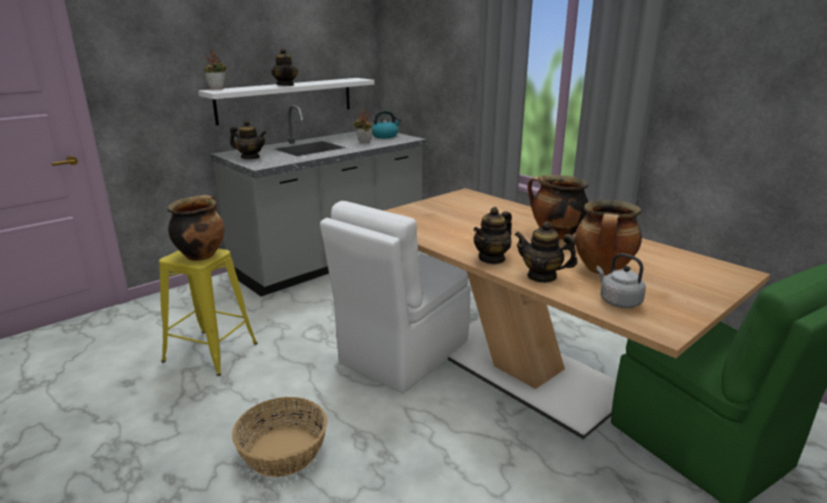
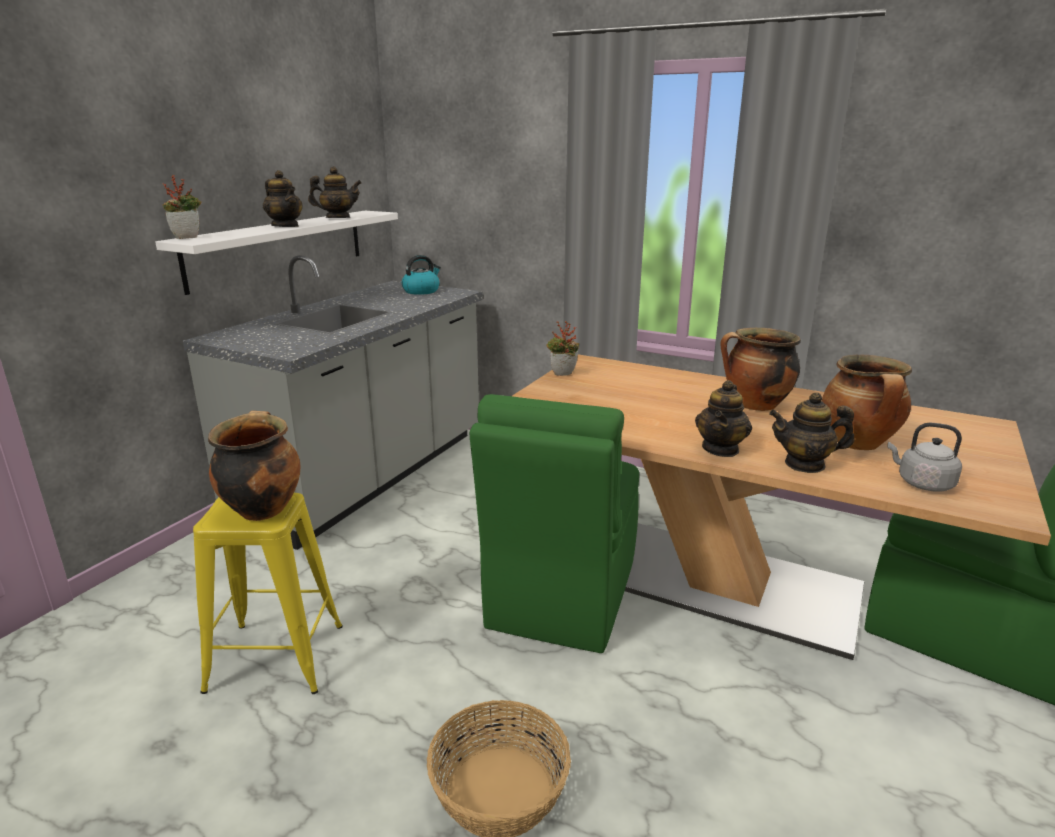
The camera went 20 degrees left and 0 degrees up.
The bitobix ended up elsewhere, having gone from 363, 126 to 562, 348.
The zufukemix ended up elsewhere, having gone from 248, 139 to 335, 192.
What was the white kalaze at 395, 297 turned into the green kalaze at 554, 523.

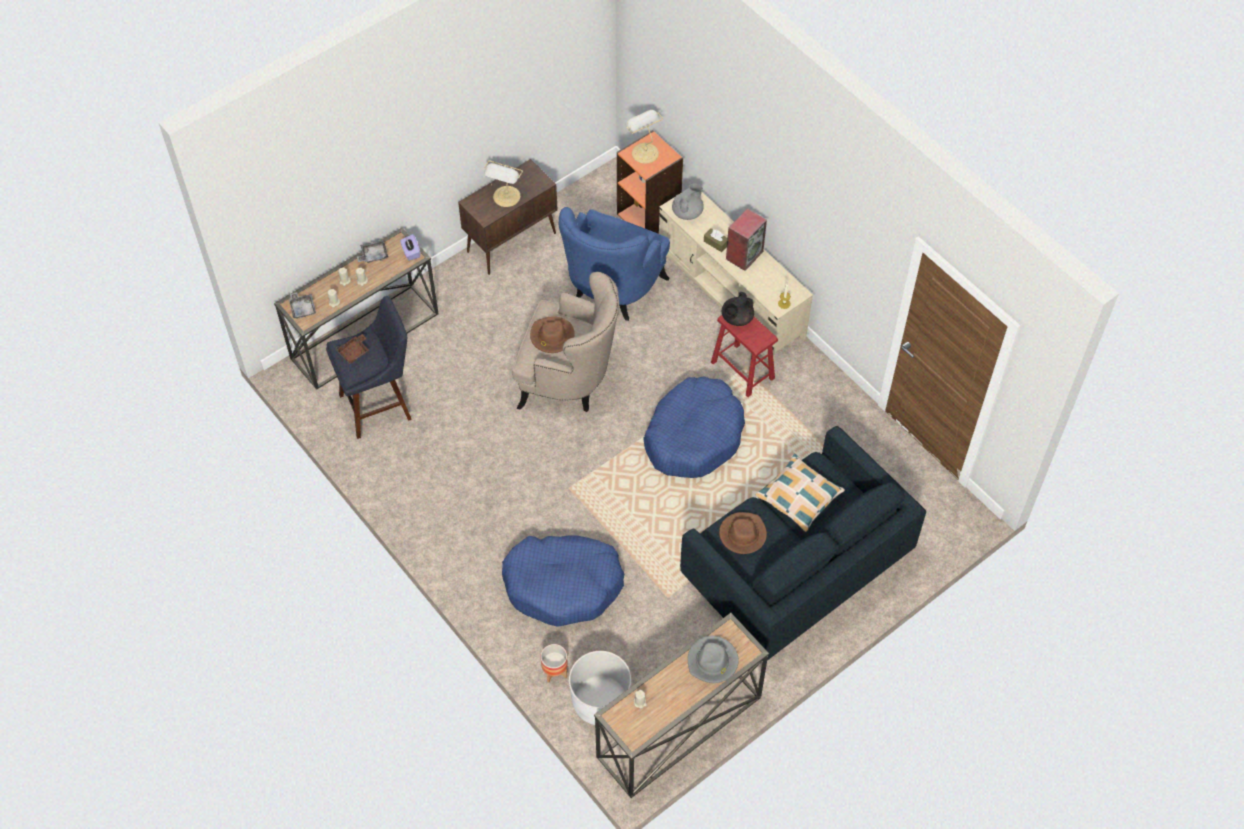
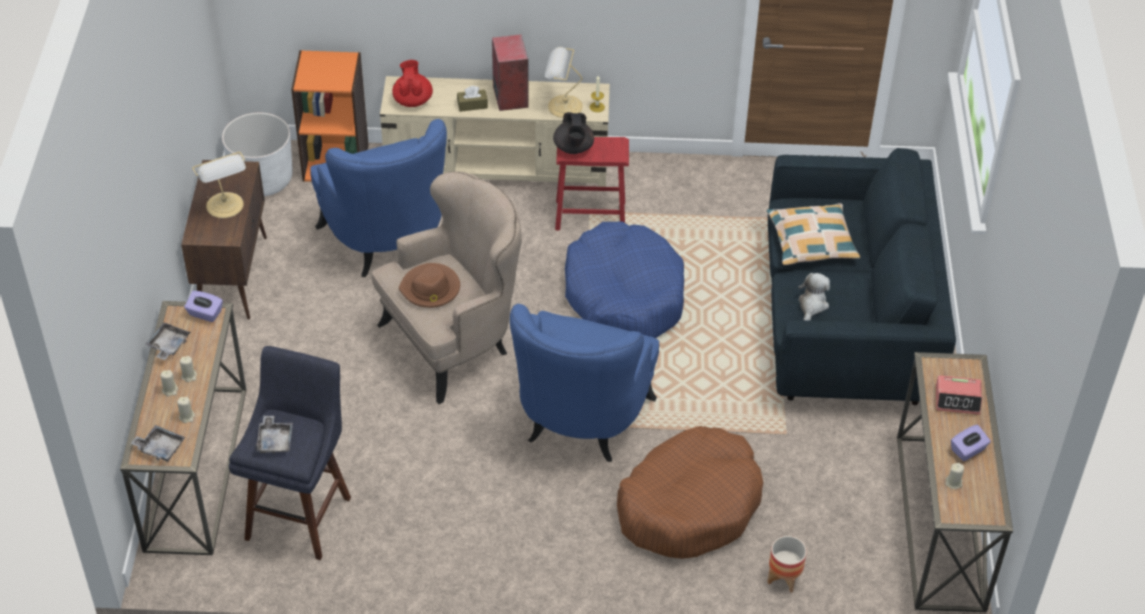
The camera went 50 degrees left and 10 degrees down.
The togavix ended up elsewhere, having gone from 644, 137 to 564, 82.
What was the grey zufukemix at 688, 202 turned into the red zufukemix at 412, 83.
What was the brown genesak at 352, 349 turned into the grey genesak at 274, 435.
Where the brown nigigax stood at 743, 533, the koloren came to stand at 814, 297.
What was the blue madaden at 563, 581 turned into the brown madaden at 690, 492.
Where the grey nigigax stood at 713, 659, the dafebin came to stand at 959, 395.
The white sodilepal ended up elsewhere, having gone from 600, 688 to 257, 154.
The second view gained the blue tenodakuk at 584, 383.
The second view gained the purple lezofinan at 971, 443.

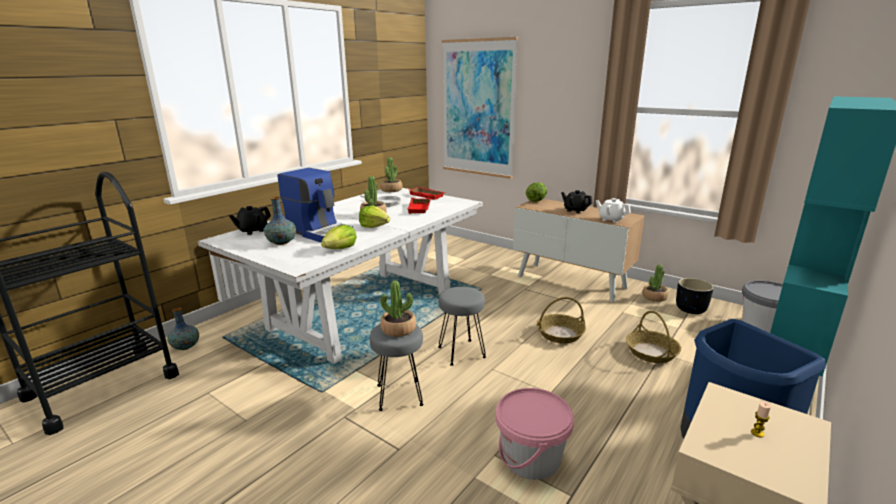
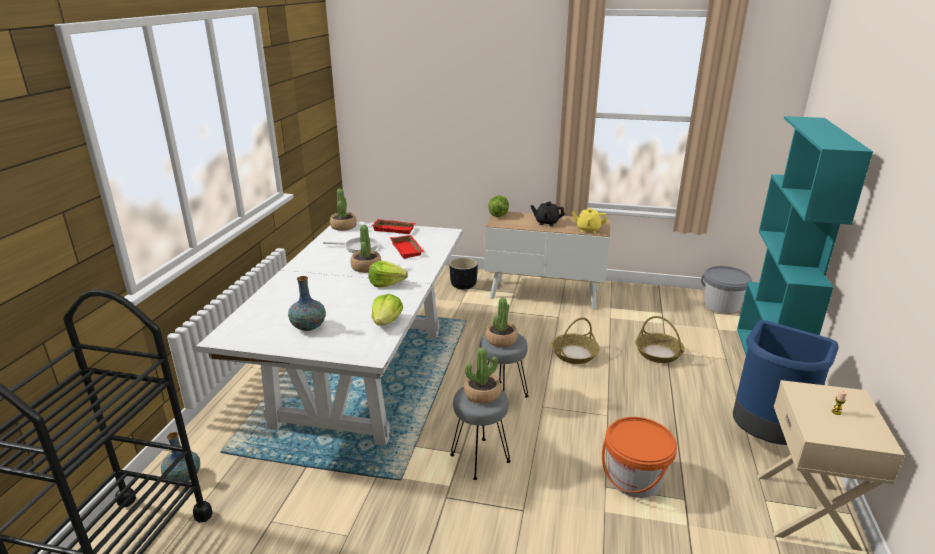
The camera went 25 degrees left and 5 degrees up.
The second view lost the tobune at 480, 108.
The second view lost the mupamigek at 315, 205.
What was the white zufukemix at 613, 210 turned into the yellow zufukemix at 589, 220.
The second view lost the black zufukemix at 250, 220.
The bitobix ended up elsewhere, having gone from 655, 283 to 502, 322.
The black sodilepal ended up elsewhere, having gone from 695, 296 to 463, 273.
What was the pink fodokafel at 535, 434 turned into the orange fodokafel at 639, 457.

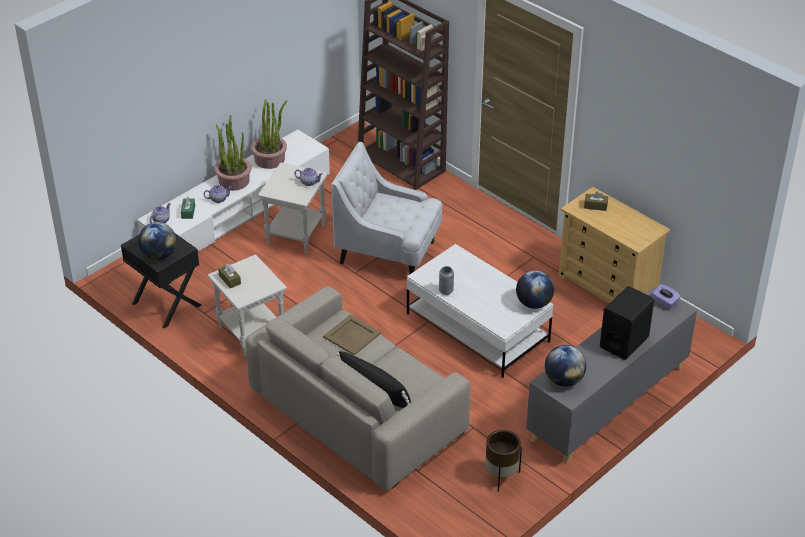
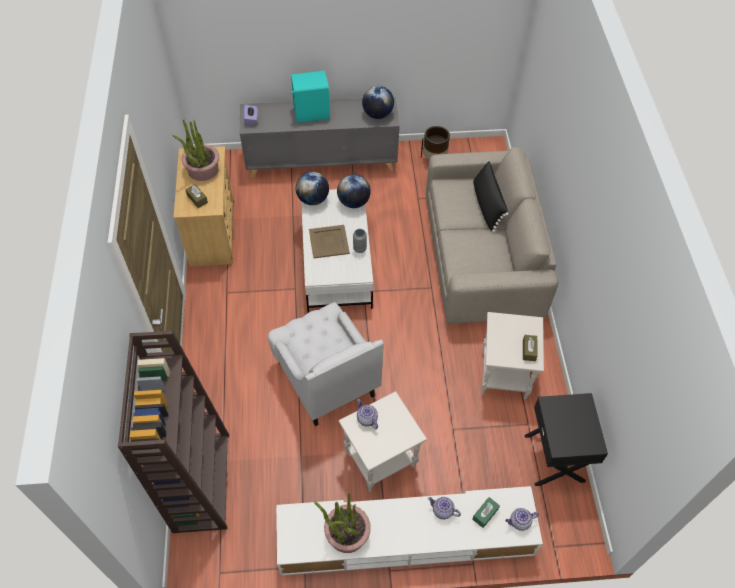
The camera went 140 degrees left and 15 degrees up.
The bitobix ended up elsewhere, having gone from 233, 153 to 196, 150.
The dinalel ended up elsewhere, having gone from 157, 241 to 354, 191.
What was the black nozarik at 627, 323 turned into the turquoise nozarik at 310, 96.
The beige genesak ended up elsewhere, having gone from 352, 335 to 329, 242.

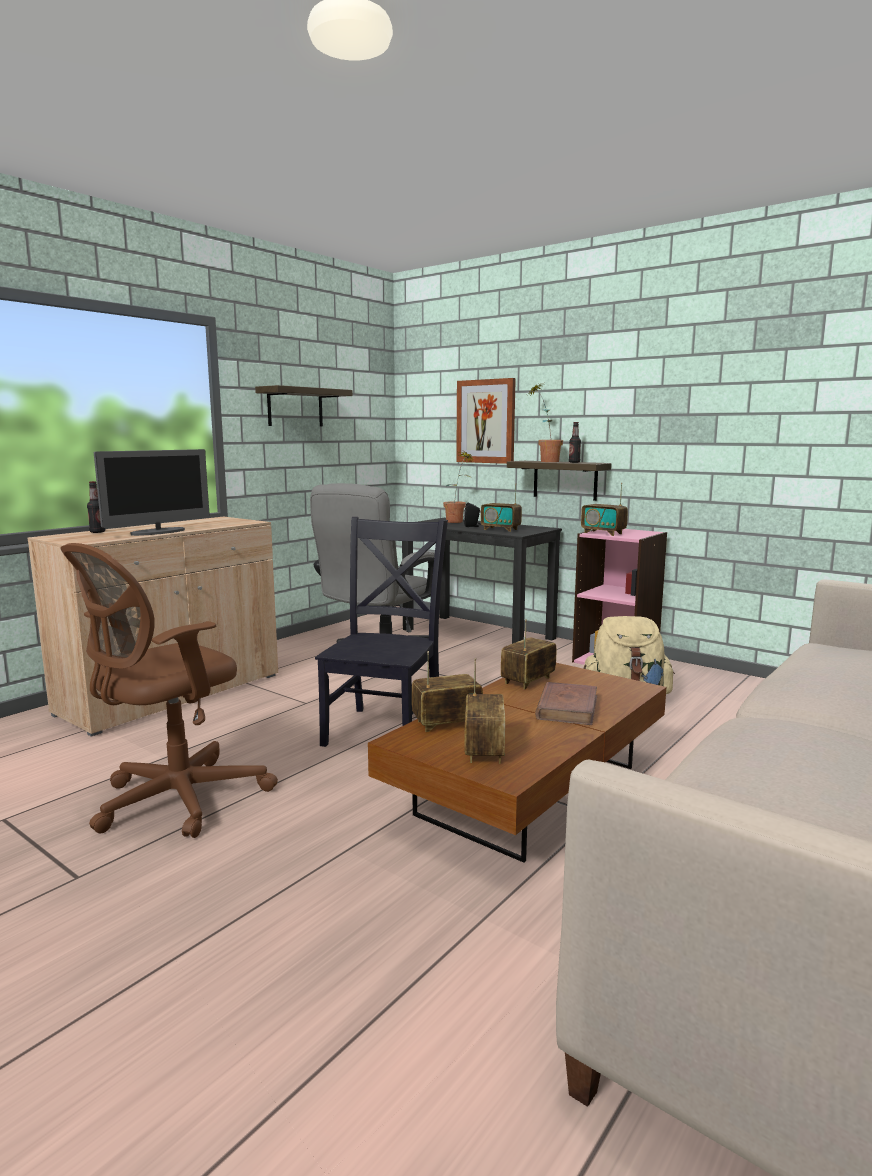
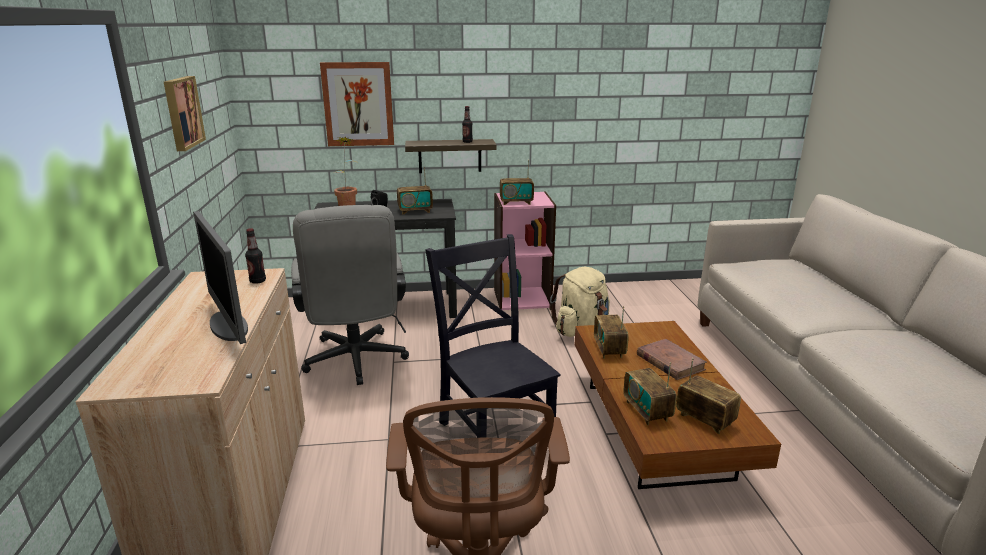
The camera went 45 degrees left and 10 degrees up.
The second view lost the bitobix at 545, 423.
Where the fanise hung at 304, 405, the tobune came to hang at 185, 113.
The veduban at 152, 492 ended up facing another way, 150 degrees clockwise from before.
The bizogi ended up elsewhere, having gone from 96, 507 to 255, 256.
The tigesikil at 447, 691 ended up facing another way, 45 degrees counterclockwise from before.

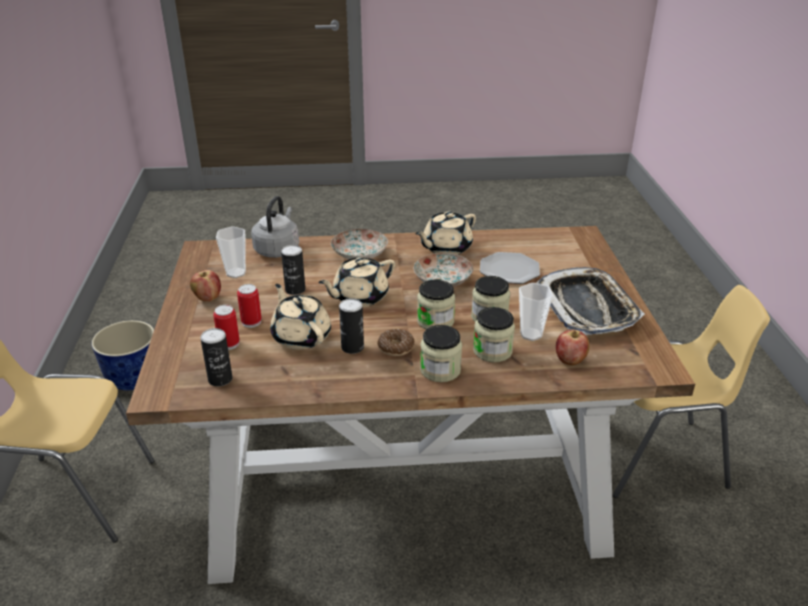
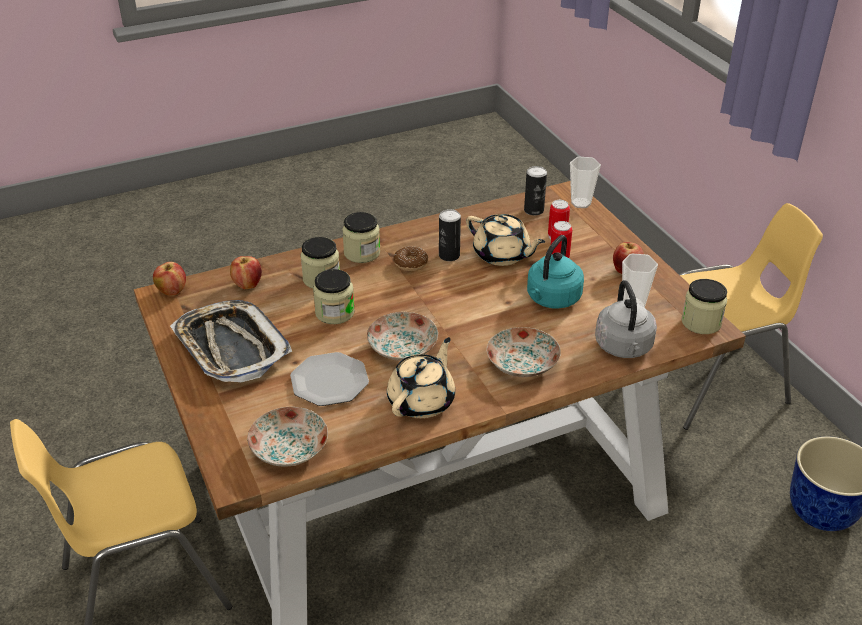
The camera went 160 degrees right and 5 degrees up.
Where the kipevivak stood at 293, 270, the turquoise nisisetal came to stand at 555, 272.
The second view lost the beige zufukemix at 356, 282.
The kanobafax ended up elsewhere, having gone from 436, 304 to 704, 306.
The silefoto ended up elsewhere, having gone from 536, 312 to 585, 182.
The second view gained the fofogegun at 169, 279.
The second view gained the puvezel at 287, 436.

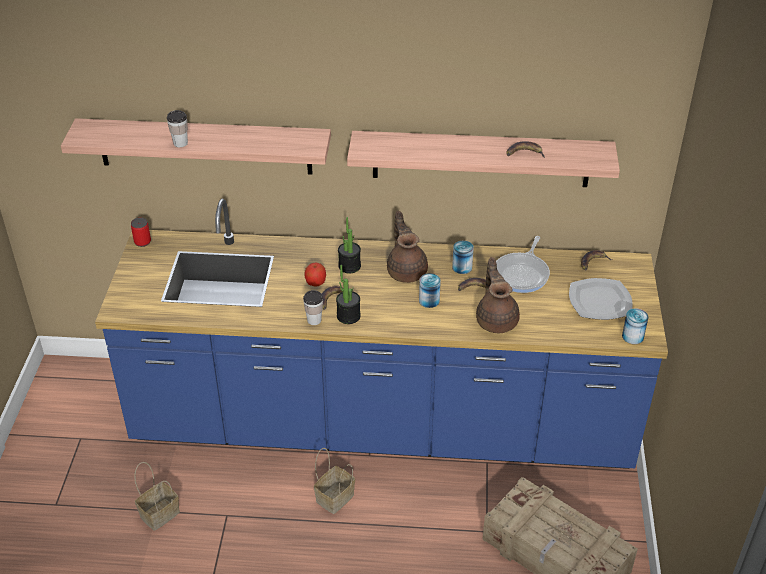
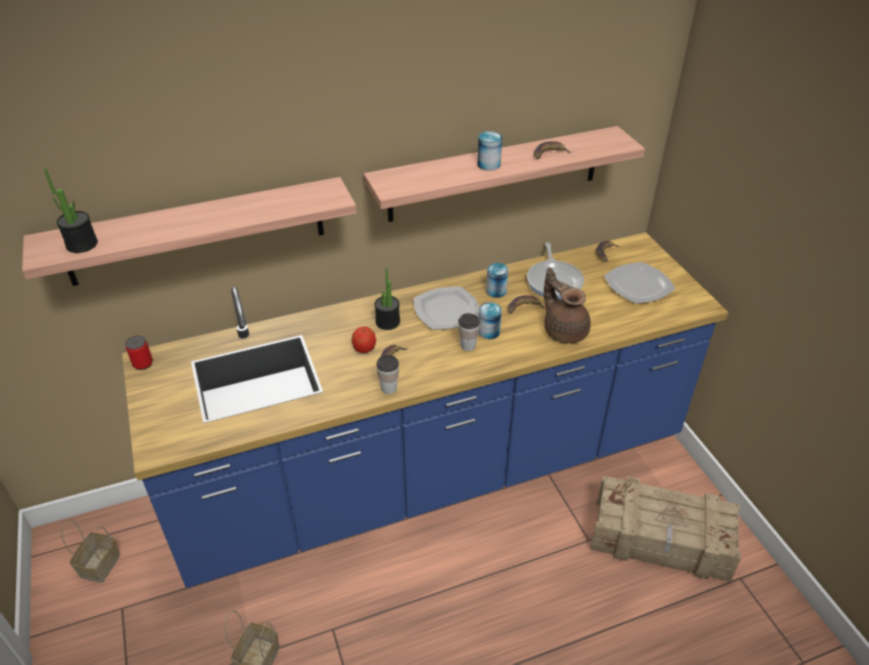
The camera went 25 degrees left and 0 degrees up.
The silefoto ended up elsewhere, having gone from 177, 128 to 469, 332.
Where the brown zufukemix stood at 407, 247, the puvezel came to stand at 447, 308.
The bitobix ended up elsewhere, having gone from 348, 294 to 71, 210.
The kipevivak ended up elsewhere, having gone from 635, 326 to 489, 151.
The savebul ended up elsewhere, having gone from 334, 481 to 90, 551.

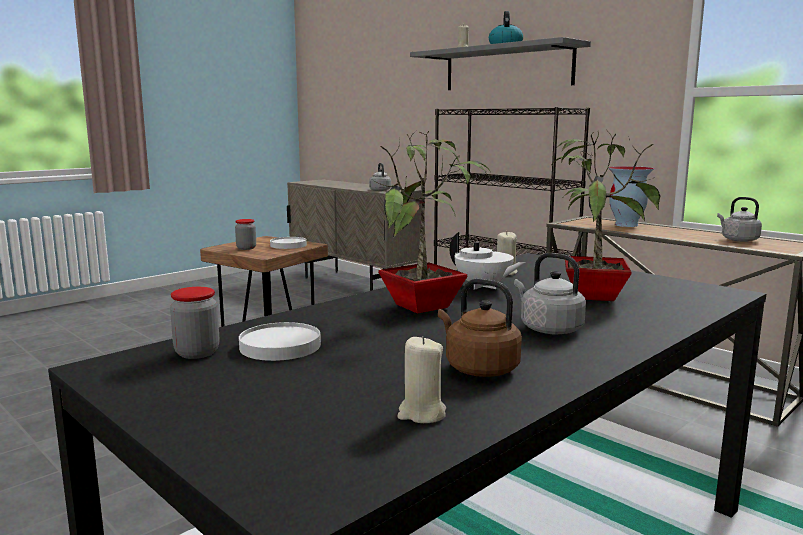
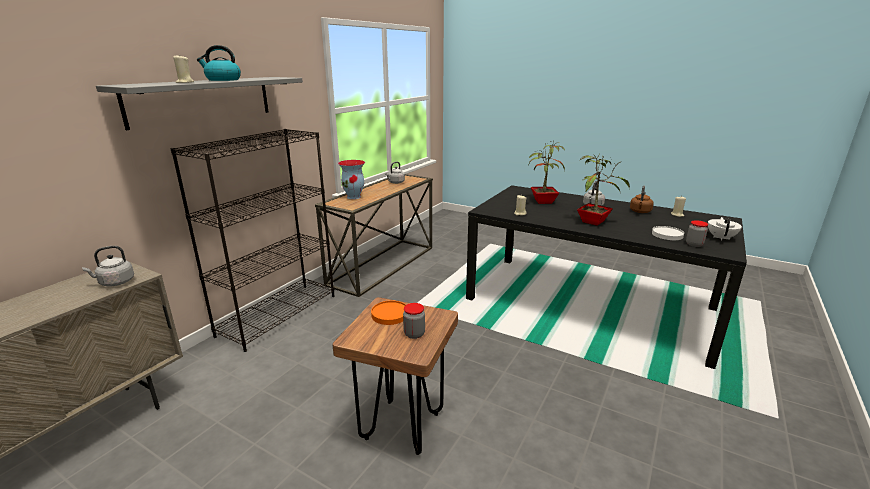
The camera went 105 degrees left and 10 degrees up.
The white zufukemix ended up elsewhere, having gone from 487, 261 to 725, 229.
What was the white puvezel at 288, 243 turned into the orange puvezel at 388, 313.

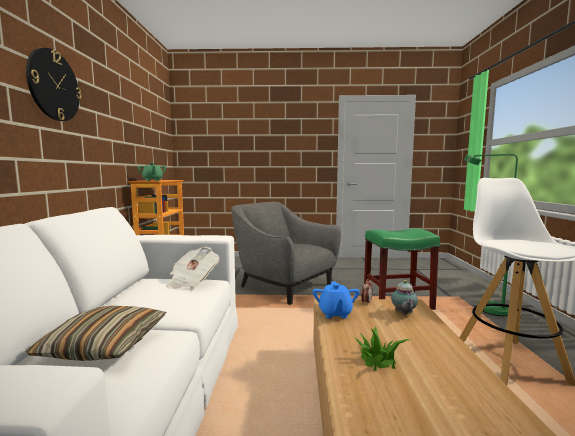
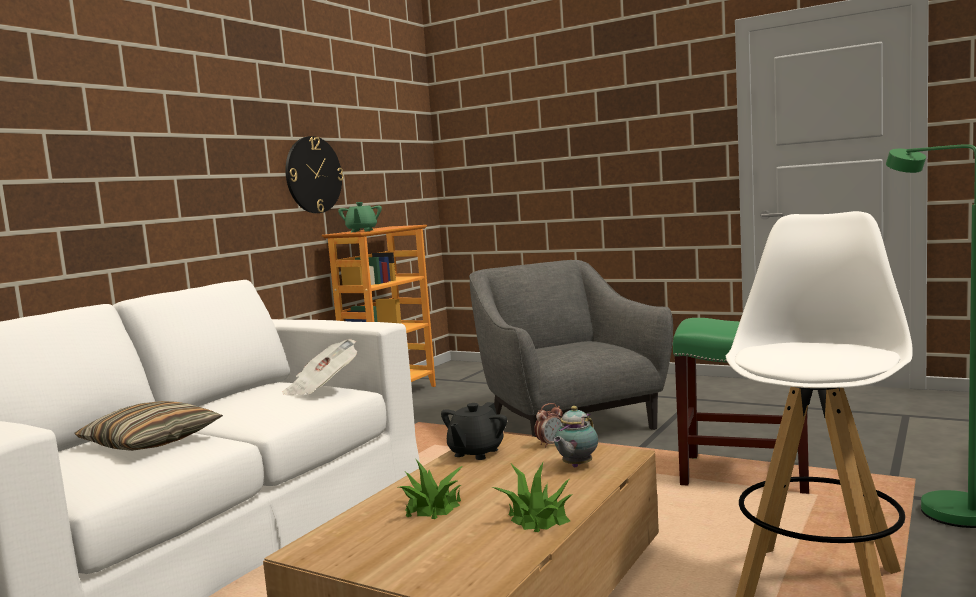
The camera went 30 degrees right and 0 degrees up.
The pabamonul ended up elsewhere, having gone from 53, 84 to 314, 174.
What was the blue zufukemix at 336, 300 turned into the black zufukemix at 474, 431.
The second view gained the bitobix at 532, 497.

